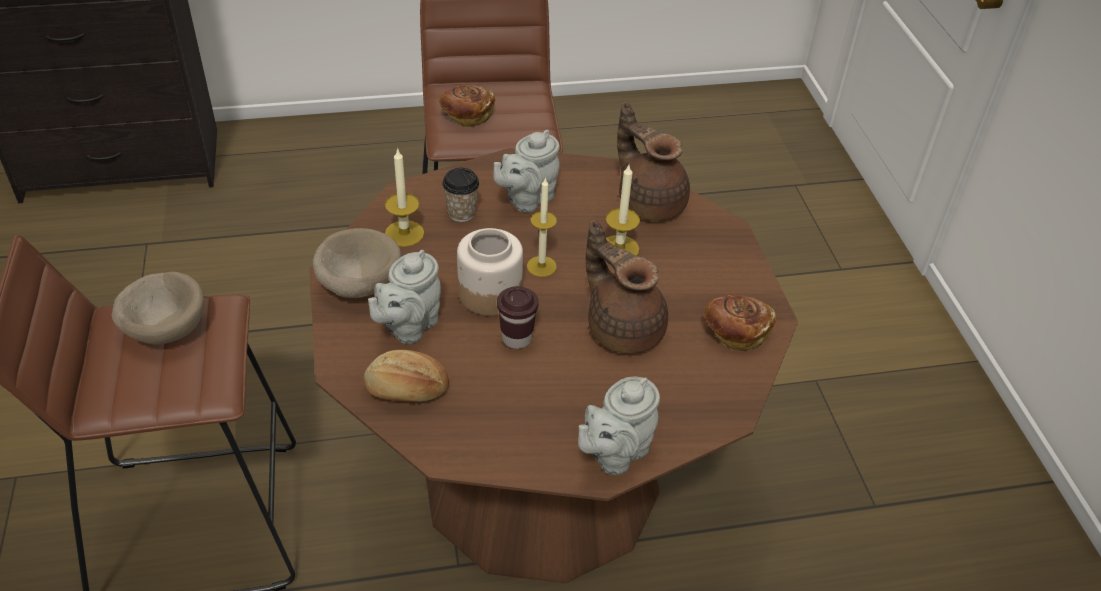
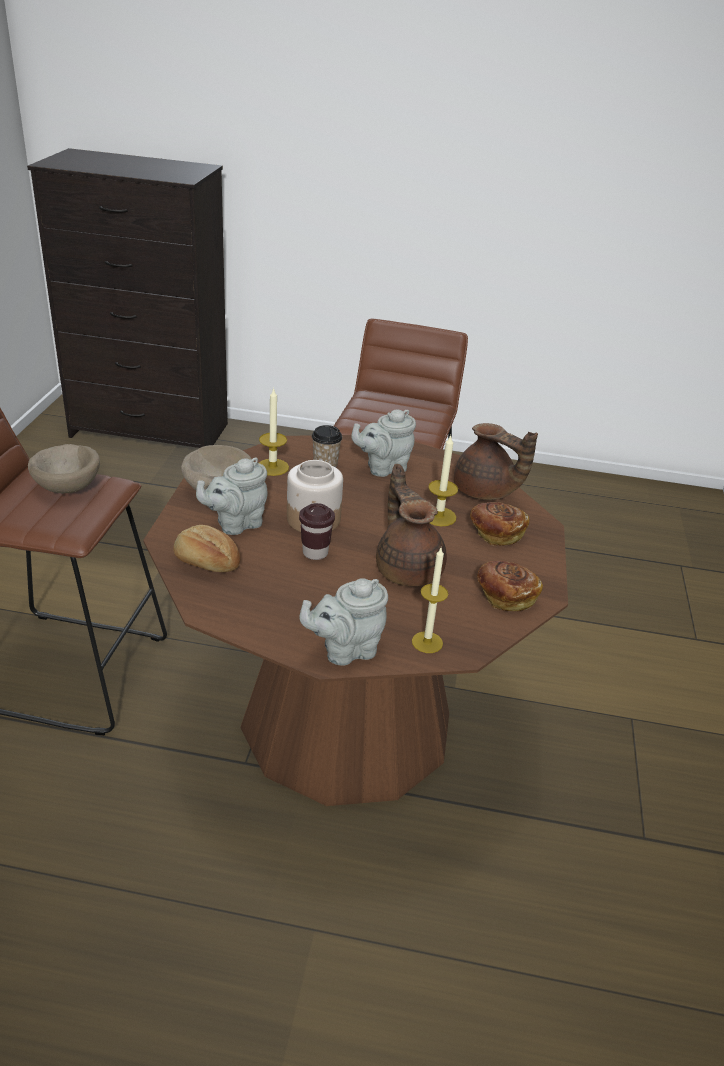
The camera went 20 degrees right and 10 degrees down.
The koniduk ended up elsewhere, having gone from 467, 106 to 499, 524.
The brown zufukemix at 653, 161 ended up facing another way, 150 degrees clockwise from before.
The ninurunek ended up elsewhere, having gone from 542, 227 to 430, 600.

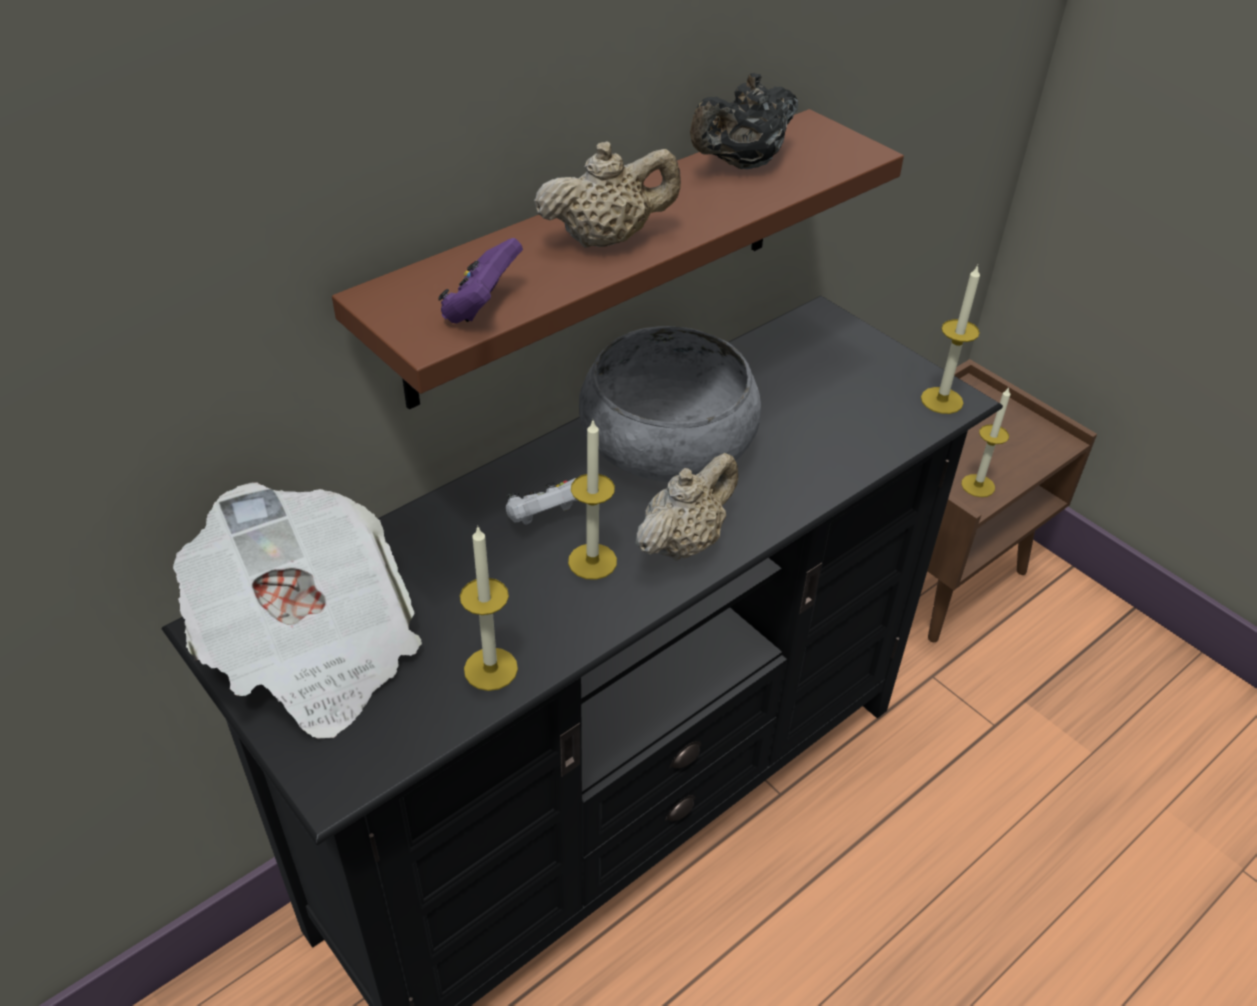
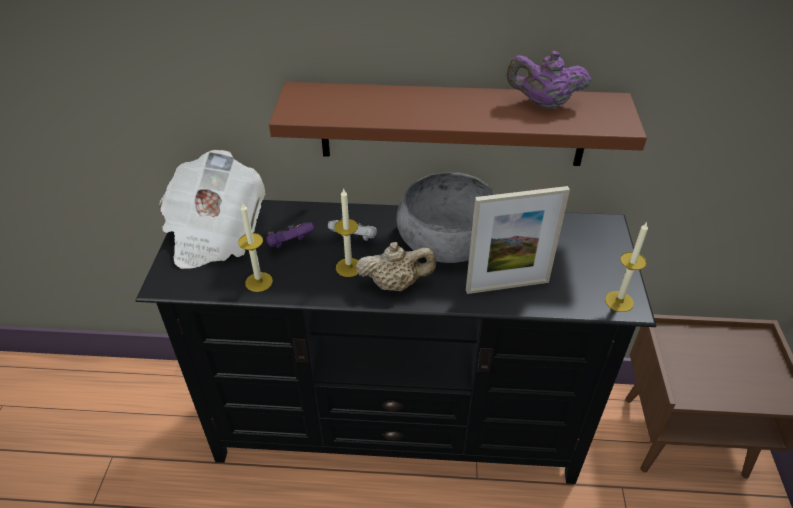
The camera went 45 degrees right and 0 degrees up.
What was the black zufukemix at 744, 121 turned into the purple zufukemix at 549, 80.
The second view lost the beige zufukemix at 607, 194.
The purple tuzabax ended up elsewhere, having gone from 480, 281 to 290, 235.
The second view lost the ninurunek at 985, 442.
The second view gained the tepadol at 518, 240.

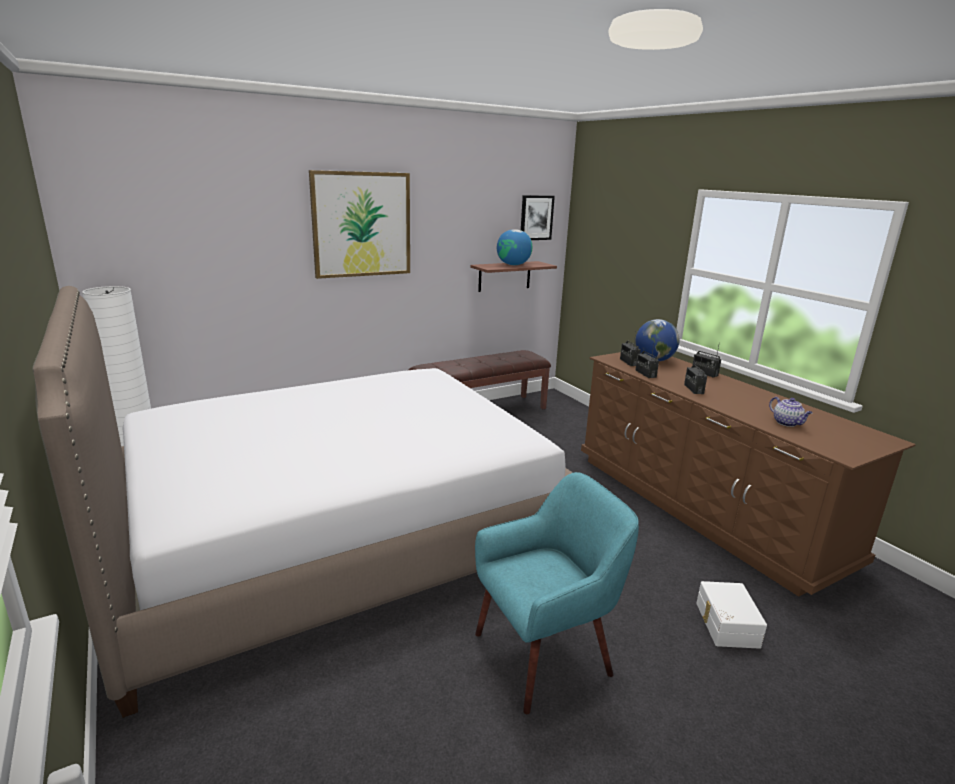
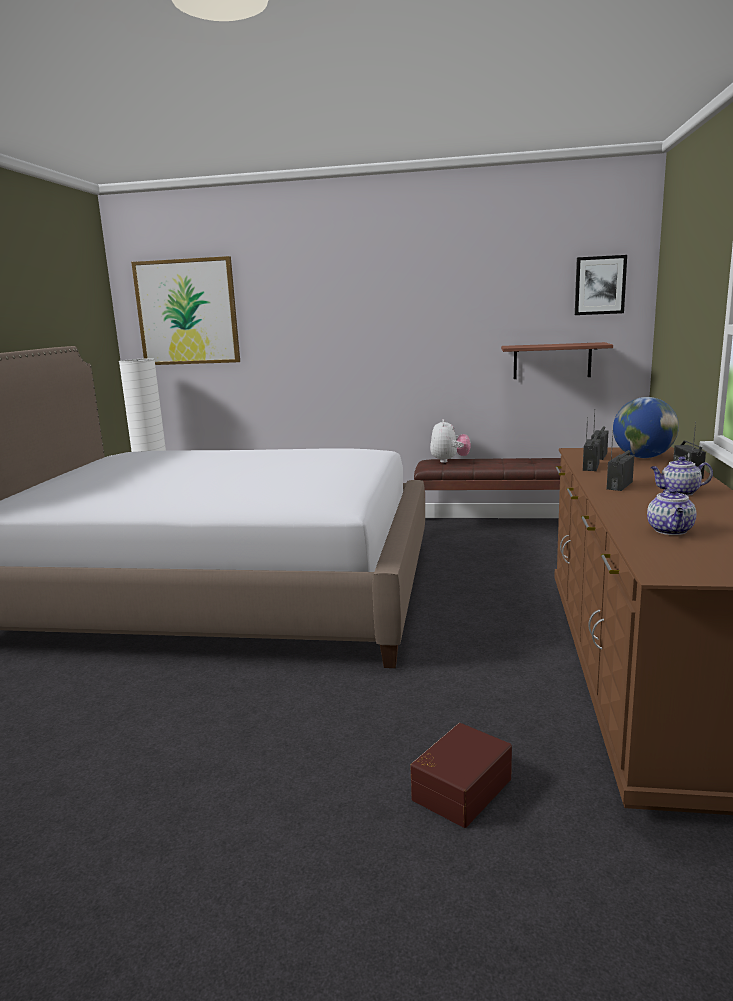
The camera went 40 degrees right and 5 degrees down.
The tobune ended up elsewhere, having gone from 359, 224 to 185, 310.
The second view lost the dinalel at 514, 247.
The second view lost the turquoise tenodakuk at 557, 593.
What was the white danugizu at 731, 615 turned into the brown danugizu at 461, 775.
The second view gained the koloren at 450, 441.
The second view gained the zufukemix at 681, 476.

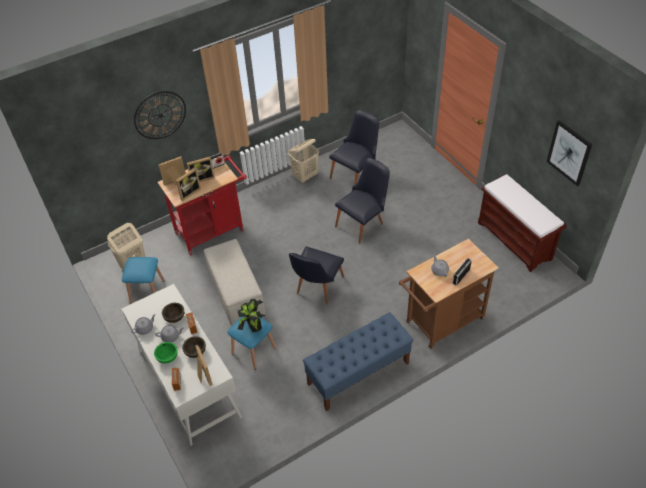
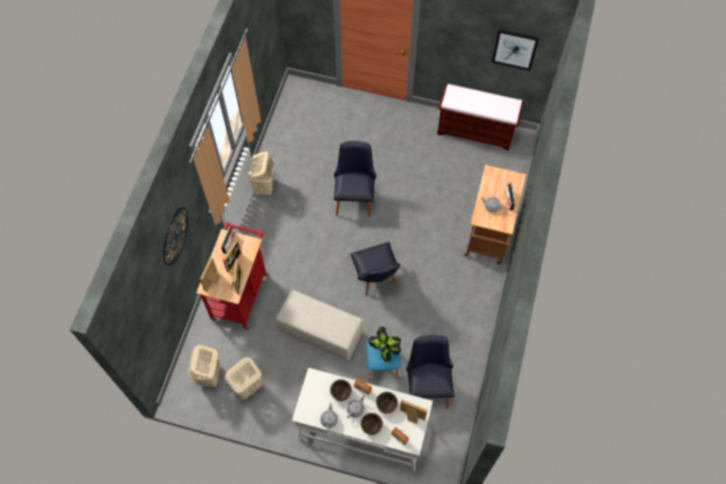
The camera went 45 degrees left and 15 degrees up.
The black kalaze ended up elsewhere, having gone from 354, 147 to 430, 372.
Where the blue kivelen stood at 143, 280, the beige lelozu came to stand at 243, 378.
The second view lost the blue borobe at 358, 361.
What was the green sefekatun at 166, 353 turned into the brown sefekatun at 372, 424.

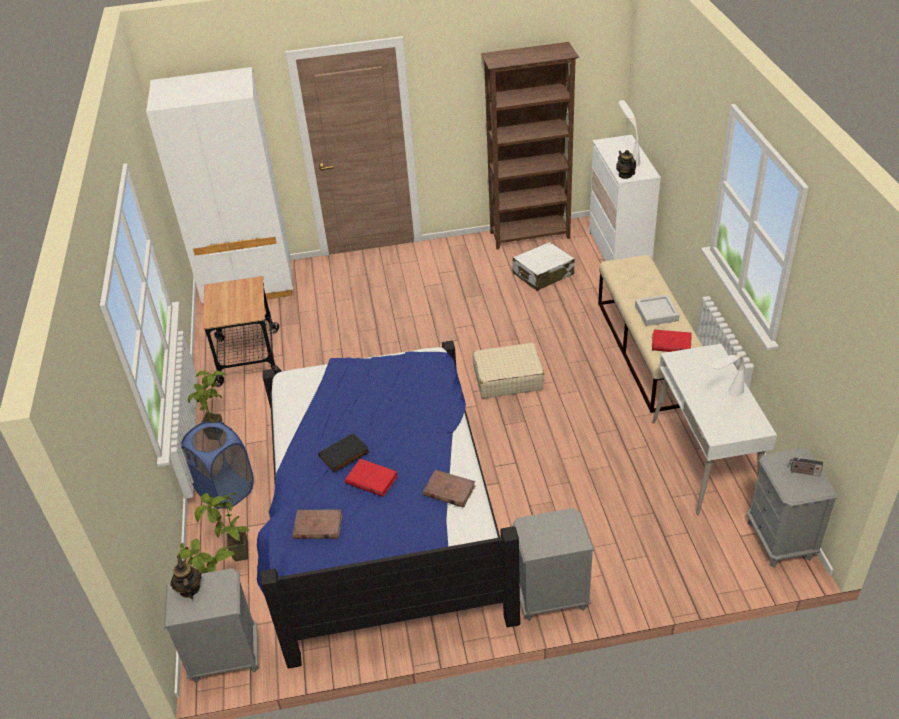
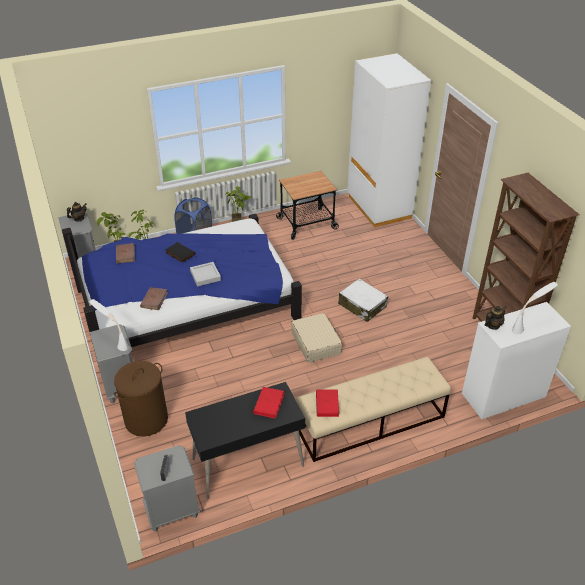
The camera went 75 degrees right and 0 degrees up.
The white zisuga ended up elsewhere, having gone from 544, 266 to 363, 300.
The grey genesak ended up elsewhere, having gone from 657, 310 to 205, 274.
What was the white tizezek at 714, 429 turned into the black tizezek at 245, 441.
The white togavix ended up elsewhere, having gone from 727, 375 to 109, 325.
The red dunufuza ended up elsewhere, having gone from 371, 478 to 269, 403.
The second view gained the brown lelozu at 141, 398.

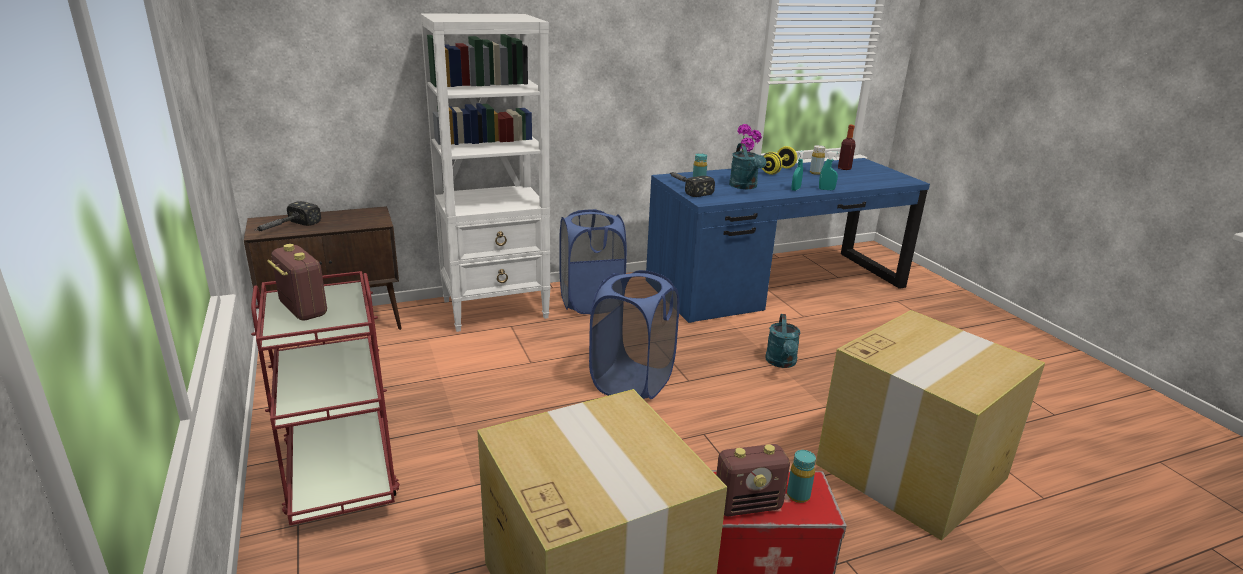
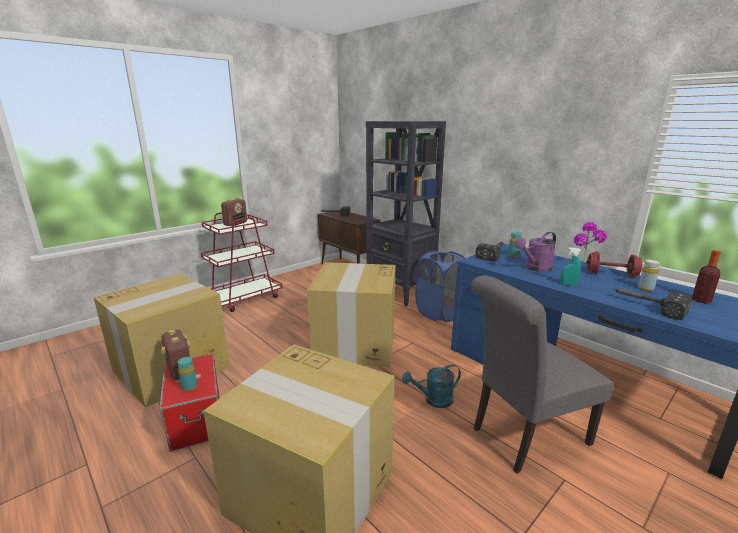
The camera went 70 degrees right and 5 degrees down.
What was the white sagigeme at 485, 172 turned into the black sagigeme at 406, 213.
What was the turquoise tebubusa at 747, 166 turned into the purple tebubusa at 535, 252.
What was the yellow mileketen at 779, 160 turned into the red mileketen at 614, 265.
The second view lost the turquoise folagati at 829, 170.
Where the blue lelozu stood at 634, 334, the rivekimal came to stand at 351, 314.
The second view gained the grey kalaze at 542, 375.
The second view gained the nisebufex at 652, 304.

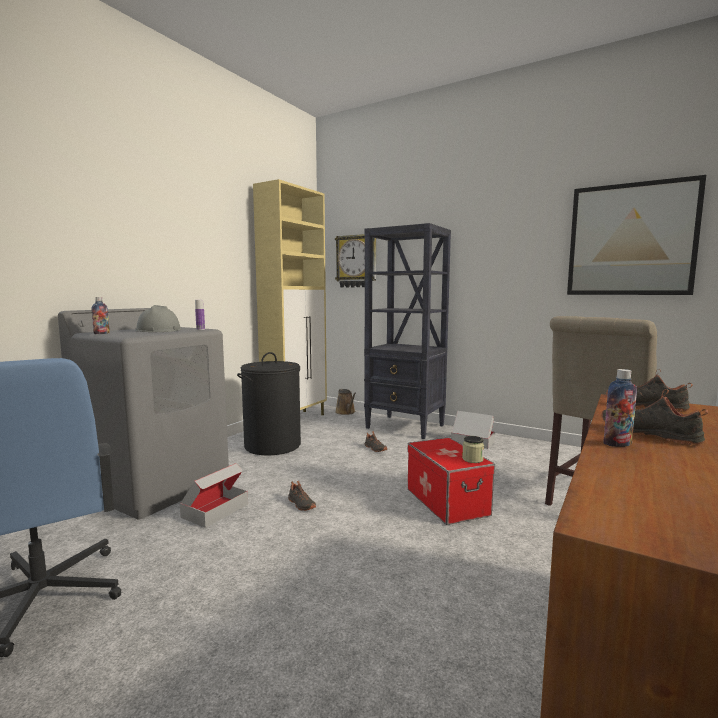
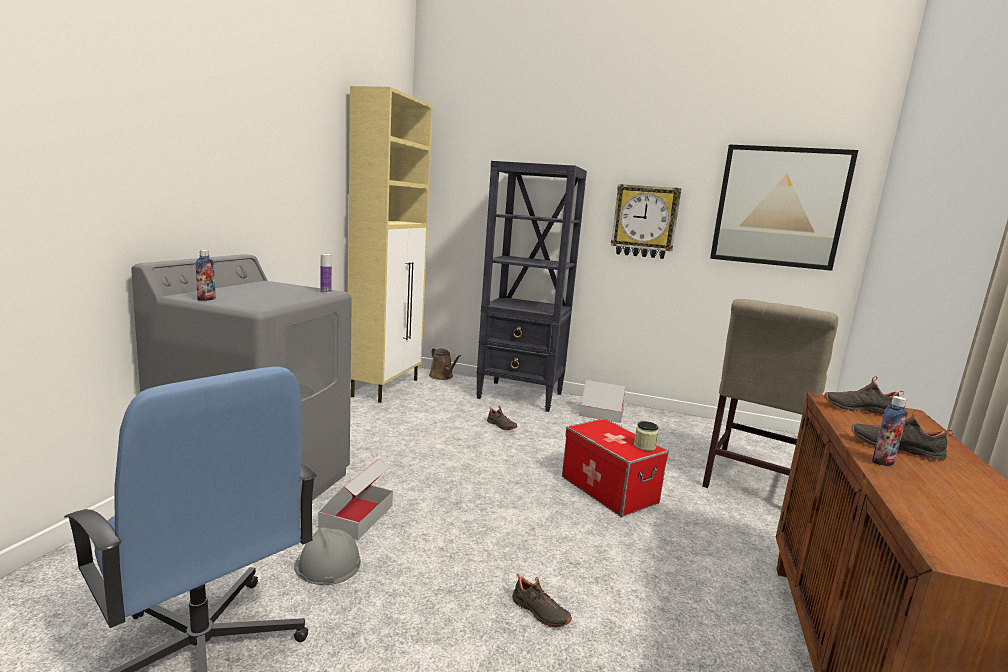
The camera went 15 degrees left and 5 degrees up.
The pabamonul ended up elsewhere, having gone from 355, 260 to 646, 221.
The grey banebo ended up elsewhere, having gone from 158, 318 to 327, 556.
The second view lost the black lelozu at 269, 404.
The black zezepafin ended up elsewhere, having gone from 302, 496 to 542, 601.

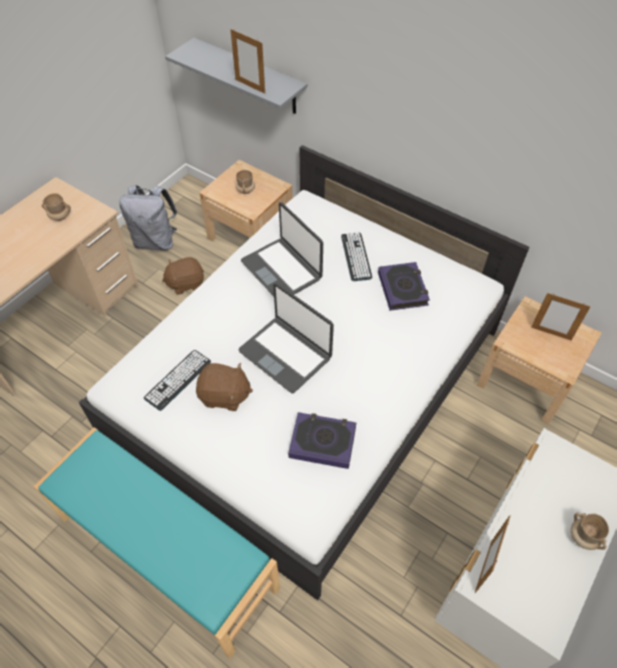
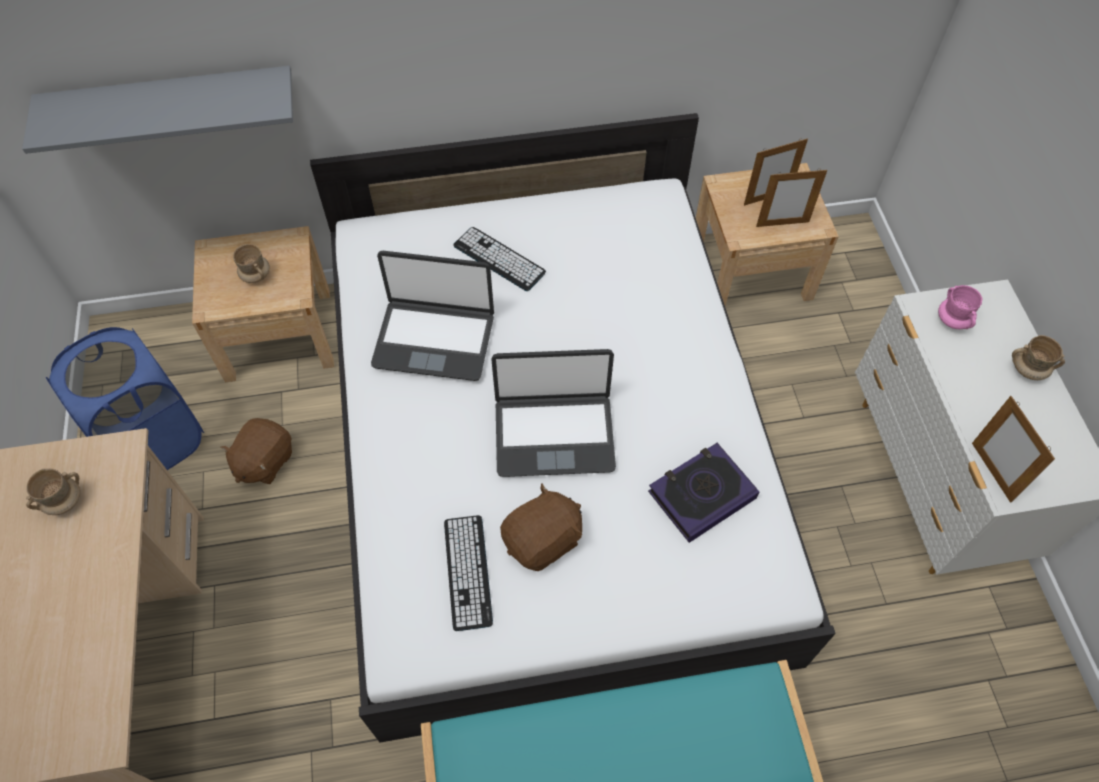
The camera went 45 degrees left and 5 degrees up.
The tepadol ended up elsewhere, having gone from 247, 61 to 791, 197.
Where the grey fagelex stood at 148, 218, the blue lelozu came to stand at 125, 398.
The second view lost the dunufuza at 404, 286.
The second view gained the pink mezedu at 960, 307.

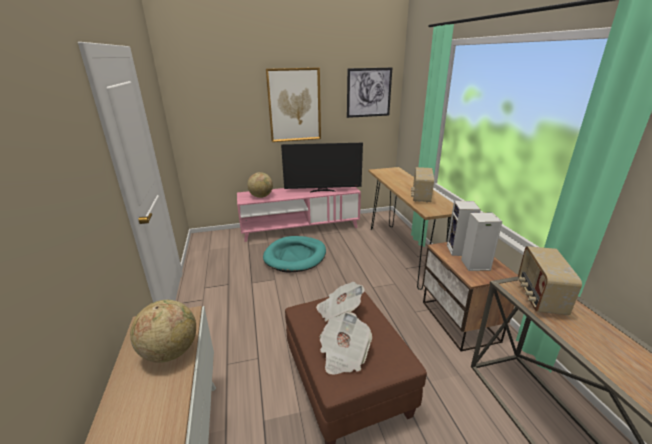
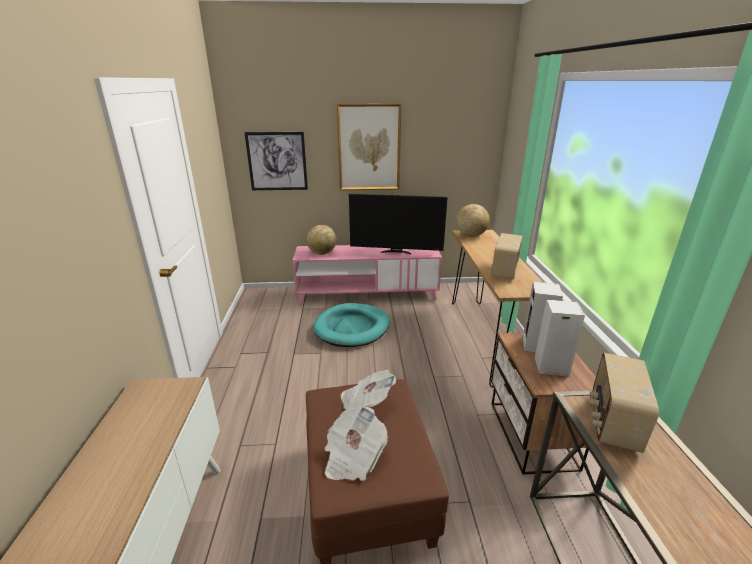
The camera went 10 degrees right and 0 degrees up.
The tobune ended up elsewhere, having gone from 369, 93 to 276, 161.
The dinalel ended up elsewhere, having gone from 163, 331 to 473, 220.

